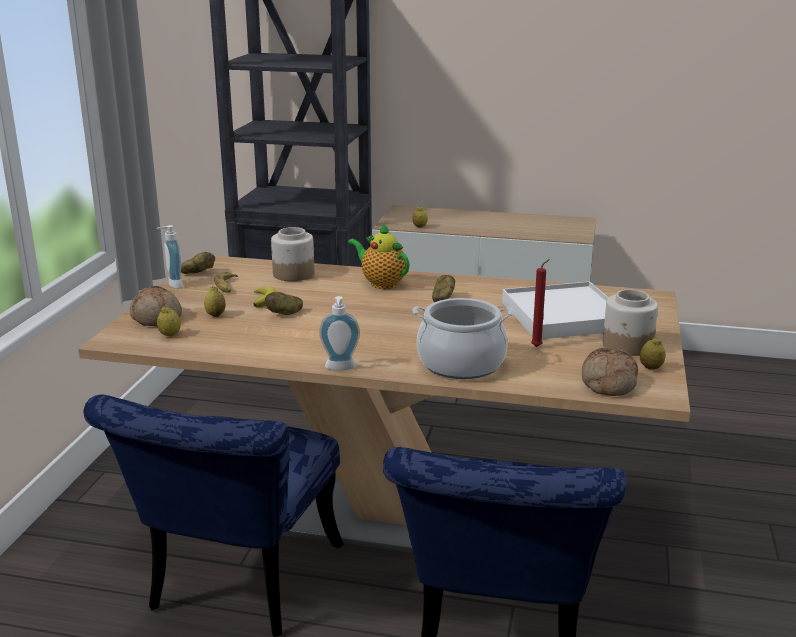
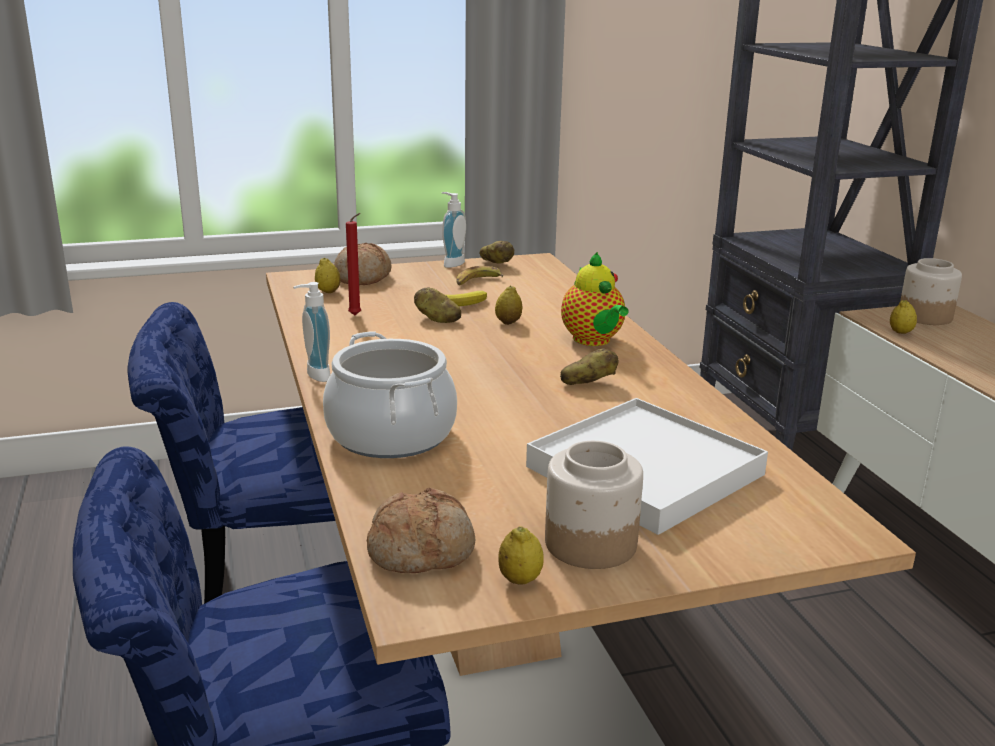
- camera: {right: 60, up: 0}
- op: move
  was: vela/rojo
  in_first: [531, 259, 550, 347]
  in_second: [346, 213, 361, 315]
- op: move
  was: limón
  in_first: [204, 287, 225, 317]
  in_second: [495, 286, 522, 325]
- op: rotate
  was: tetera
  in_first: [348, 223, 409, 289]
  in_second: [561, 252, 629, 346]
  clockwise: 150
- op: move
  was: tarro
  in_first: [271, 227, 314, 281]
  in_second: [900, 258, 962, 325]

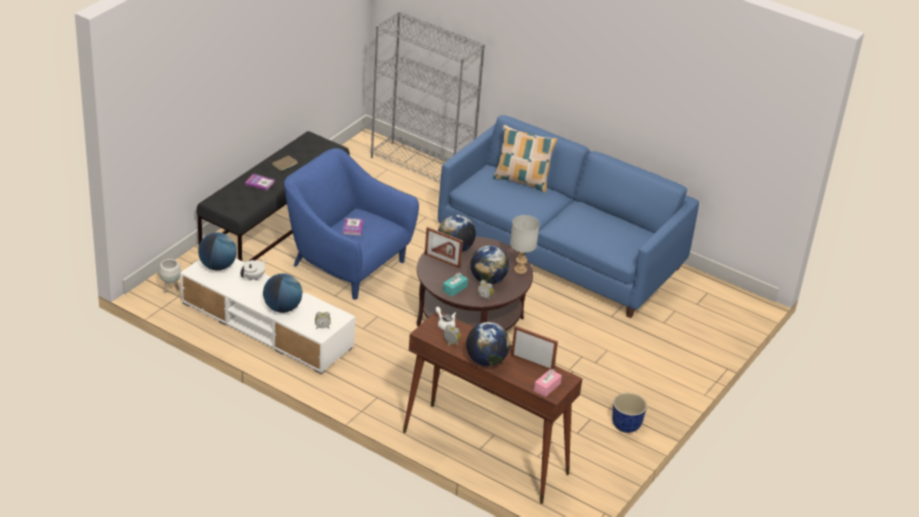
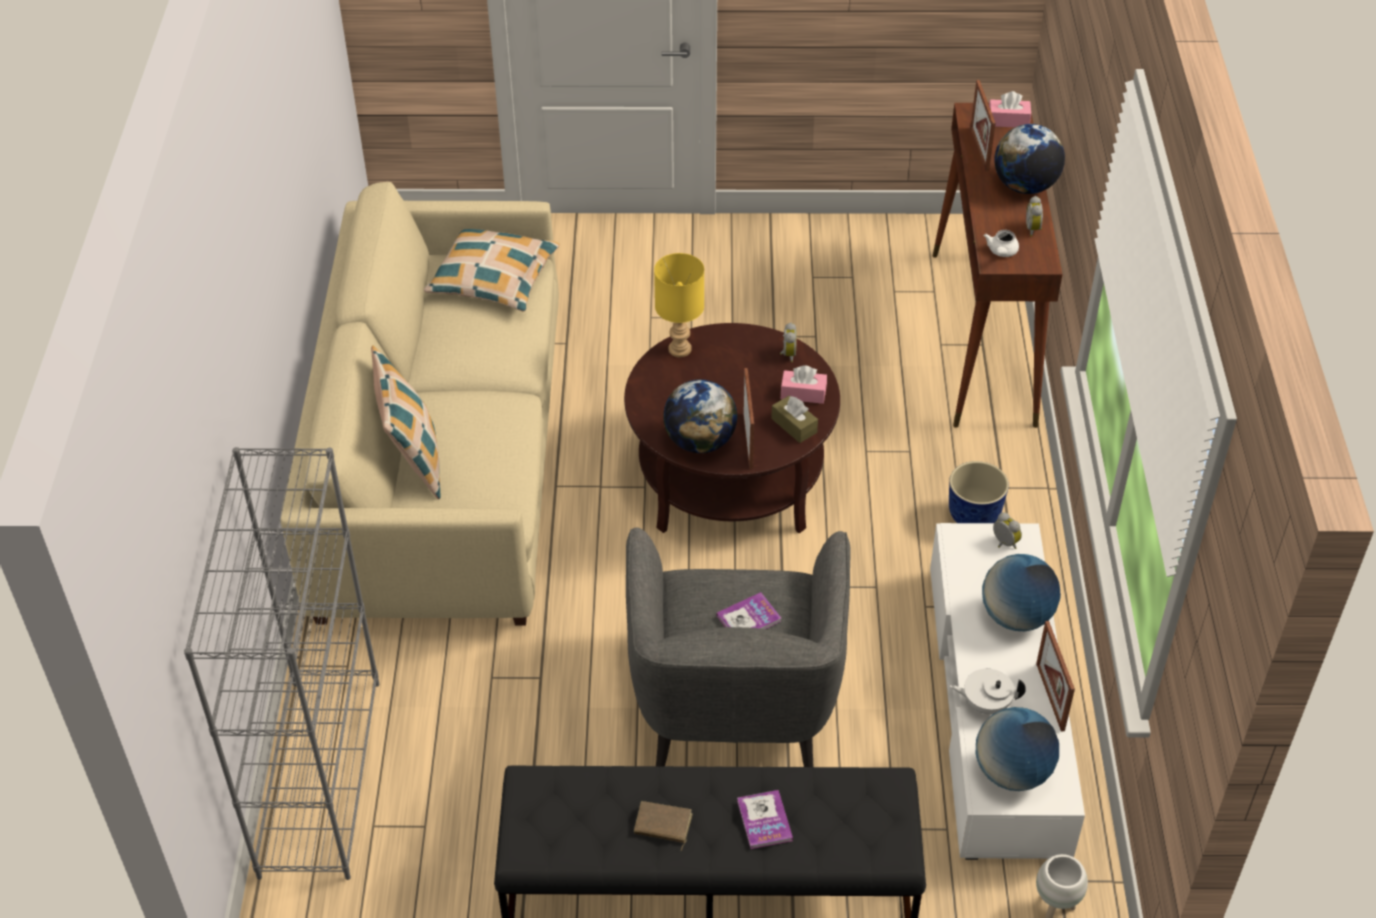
- camera: {right: -120, up: 10}
- op: recolor
  was: sofá/azul
  now: sofá/beis
  in_first: [438, 115, 699, 318]
  in_second: [281, 182, 559, 626]
- op: insert
  now: cojín
  in_second: [424, 229, 560, 312]
- op: recolor
  was: sillón/azul
  now: sillón/gris
  in_first: [284, 148, 419, 300]
  in_second: [626, 527, 851, 767]
- op: recolor
  was: lámpara de mesa/gris
  now: lámpara de mesa/amarillo
  in_first: [510, 215, 539, 274]
  in_second: [654, 253, 704, 357]
- op: insert
  now: caja de pañuelos/marrón
  in_second: [771, 395, 818, 443]
- op: recolor
  was: caja de pañuelos/turquesa
  now: caja de pañuelos/rosa
  in_first: [442, 272, 468, 297]
  in_second: [780, 366, 827, 404]
- op: move
  was: maceta
  in_first: [612, 393, 647, 433]
  in_second: [949, 461, 1009, 523]
- op: insert
  now: portarretratos
  in_second: [1036, 621, 1075, 732]
- op: delete
  was: globo terráqueo
  in_first: [470, 245, 509, 284]

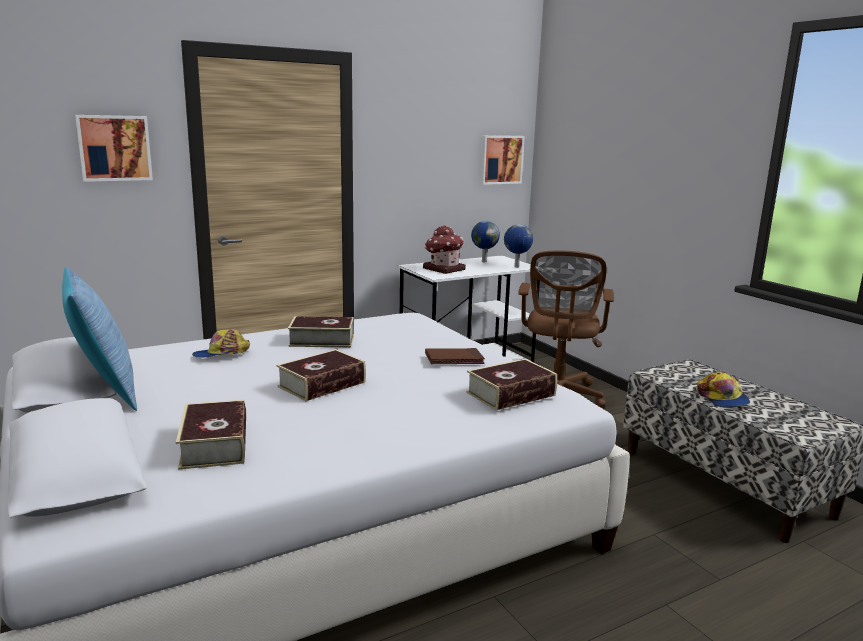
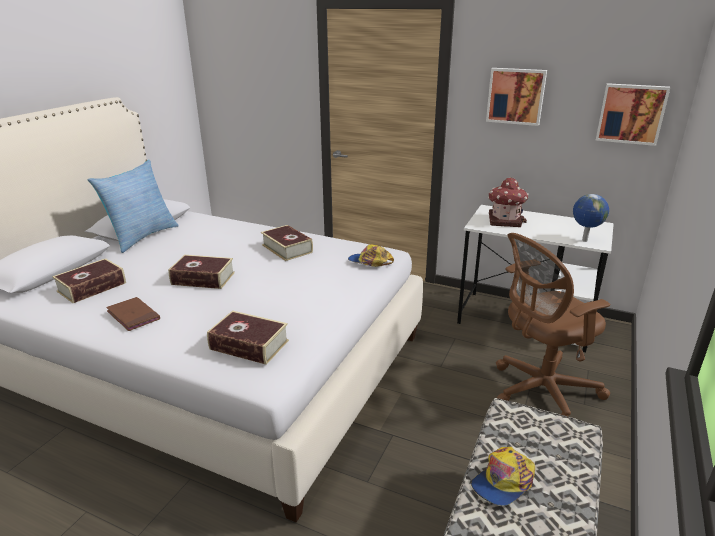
- camera: {right: 55, up: 10}
- op: move
  was: libro/marrón
  in_first: [425, 348, 485, 364]
  in_second: [106, 297, 160, 331]
- op: move
  was: gorra
  in_first: [192, 329, 250, 358]
  in_second: [348, 245, 394, 267]
- op: move
  was: cuadro
  in_first: [75, 115, 153, 182]
  in_second: [486, 68, 547, 126]
- op: delete
  was: globo terráqueo
  in_first: [471, 221, 500, 262]

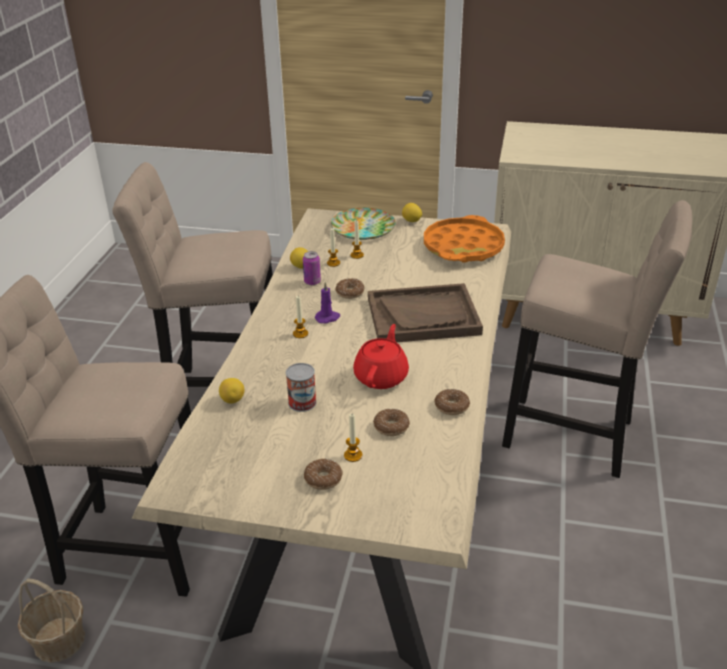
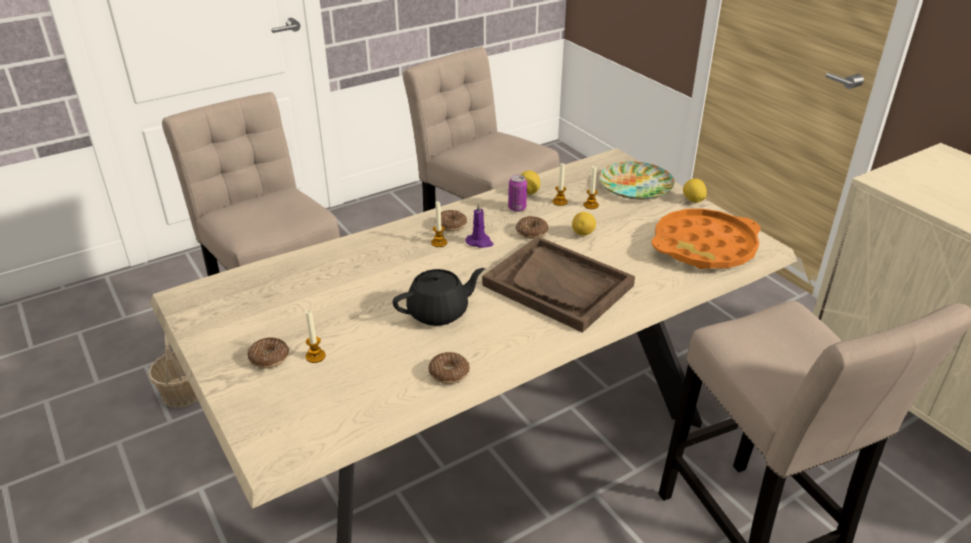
- camera: {right: 45, up: 0}
- op: recolor
  was: tetera/rojo
  now: tetera/negro
  in_first: [353, 324, 409, 389]
  in_second: [393, 268, 485, 326]
- op: move
  was: rosquilla
  in_first: [373, 409, 410, 436]
  in_second: [435, 210, 467, 232]
- op: move
  was: limón
  in_first: [219, 378, 245, 404]
  in_second: [572, 212, 596, 236]
- op: delete
  was: lata
  in_first: [286, 363, 316, 412]

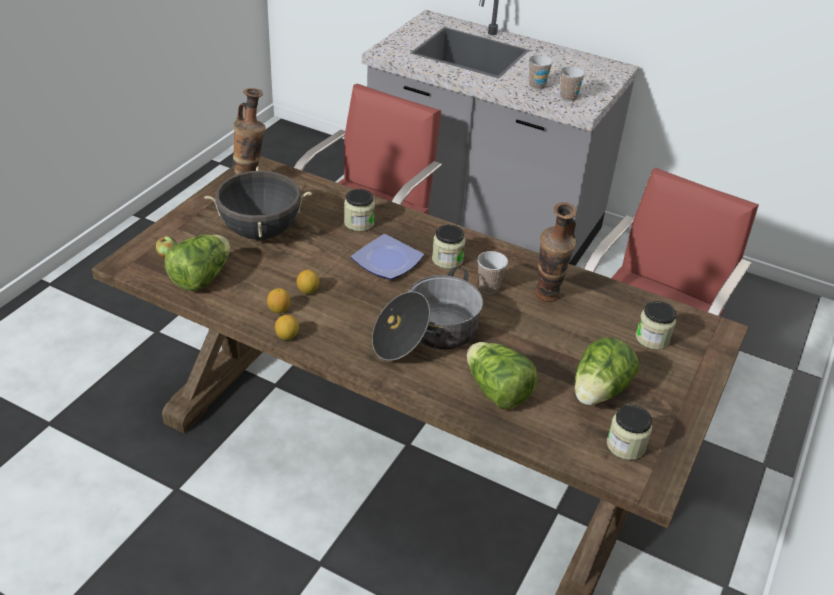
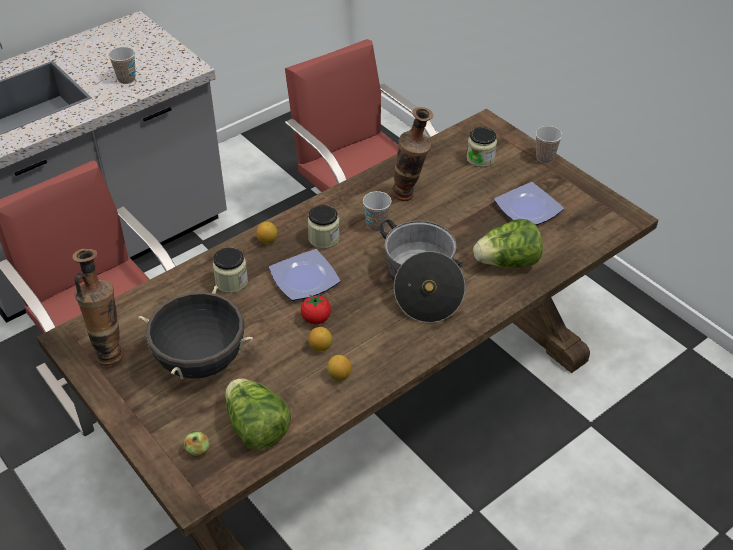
- camera: {right: -65, up: 5}
- op: move
  was: limón
  in_first: [275, 315, 299, 340]
  in_second: [256, 222, 277, 244]
- op: insert
  now: tomate
  in_second: [301, 294, 331, 324]
- op: replace
  was: lechuga
  now: plato
  in_first: [575, 338, 639, 405]
  in_second: [494, 182, 564, 225]
- op: move
  was: taza
  in_first: [560, 66, 585, 101]
  in_second: [536, 126, 562, 164]
- op: delete
  was: tarro
  in_first: [607, 404, 652, 460]

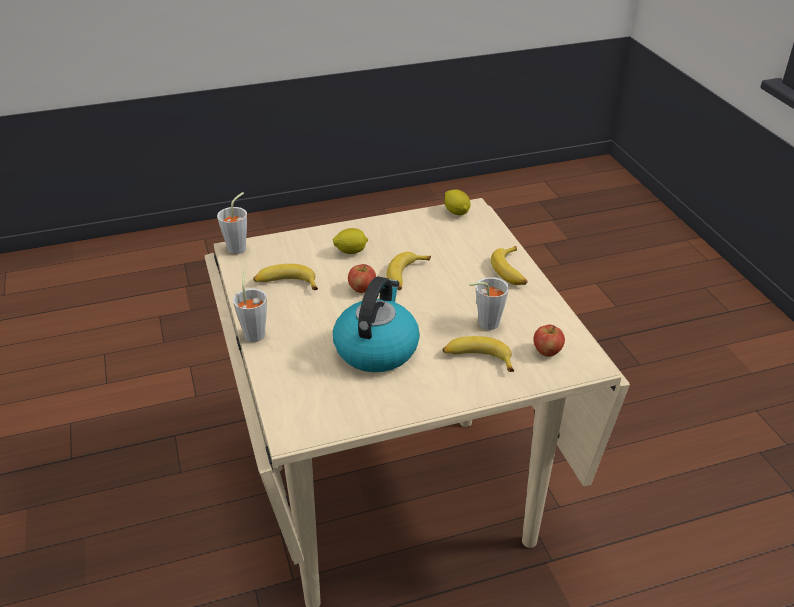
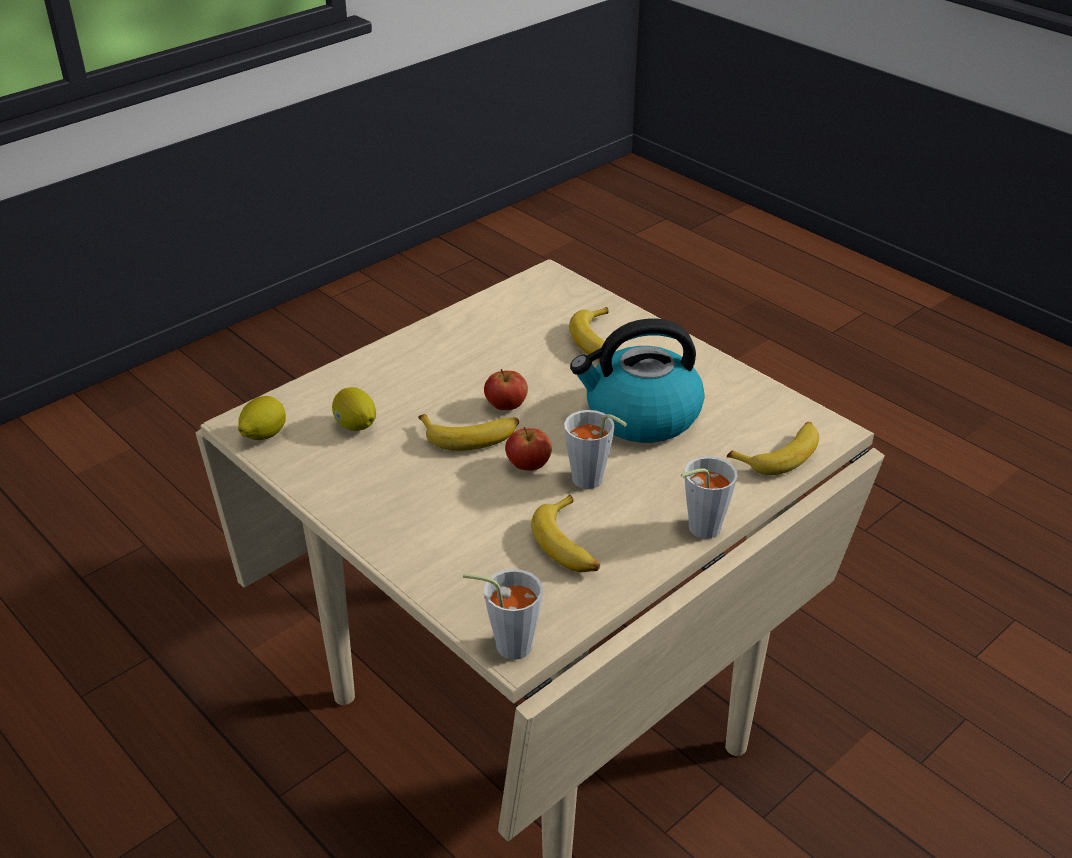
- camera: {right: -115, up: 0}
- op: move
  was: limón
  in_first: [333, 228, 368, 254]
  in_second: [332, 387, 376, 431]
- op: move
  was: manzana
  in_first: [533, 325, 565, 357]
  in_second: [484, 369, 528, 410]
- op: move
  was: taza/gris
  in_first: [469, 277, 509, 330]
  in_second: [564, 410, 627, 489]
- op: move
  was: plátano
  in_first: [491, 246, 528, 285]
  in_second: [727, 422, 819, 475]

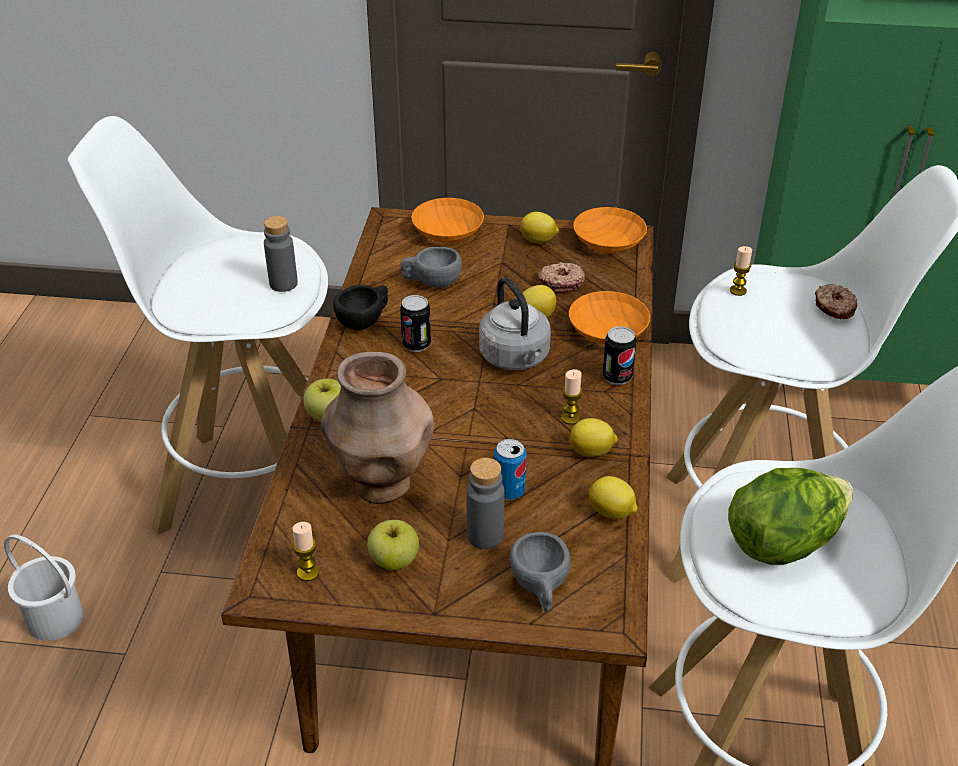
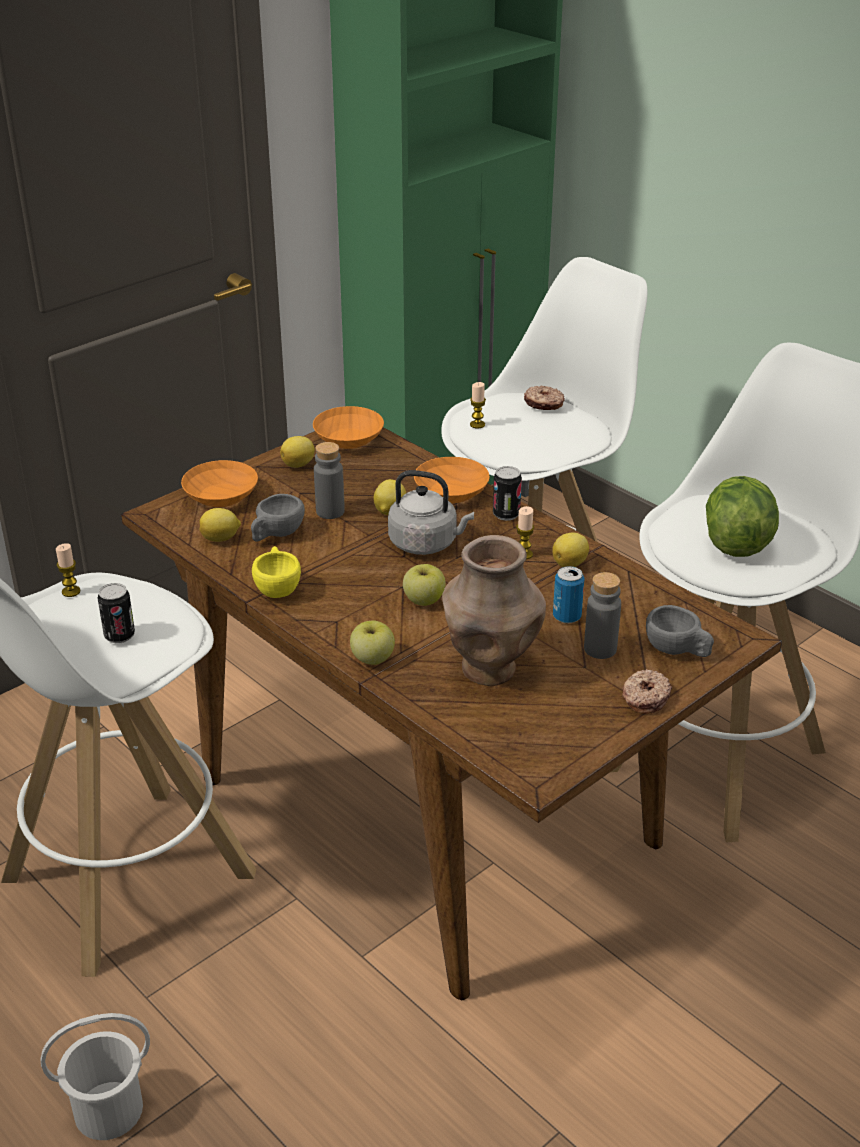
- camera: {right: -50, up: -5}
- op: move
  was: vela
  in_first: [292, 522, 319, 581]
  in_second: [56, 543, 80, 597]
- op: move
  was: lata
  in_first: [400, 295, 431, 352]
  in_second: [98, 583, 135, 643]
- op: move
  was: limón
  in_first: [589, 476, 638, 519]
  in_second: [200, 508, 241, 542]
- op: recolor
  was: taza/negro
  now: taza/amarillo
  in_first: [333, 285, 388, 330]
  in_second: [252, 546, 301, 598]
- op: move
  was: botella/gris
  in_first: [264, 216, 298, 292]
  in_second: [314, 442, 345, 519]
- op: move
  was: manzana
  in_first: [367, 520, 419, 570]
  in_second: [403, 564, 446, 606]
- op: move
  was: rosquilla
  in_first: [538, 262, 585, 293]
  in_second: [622, 669, 672, 714]

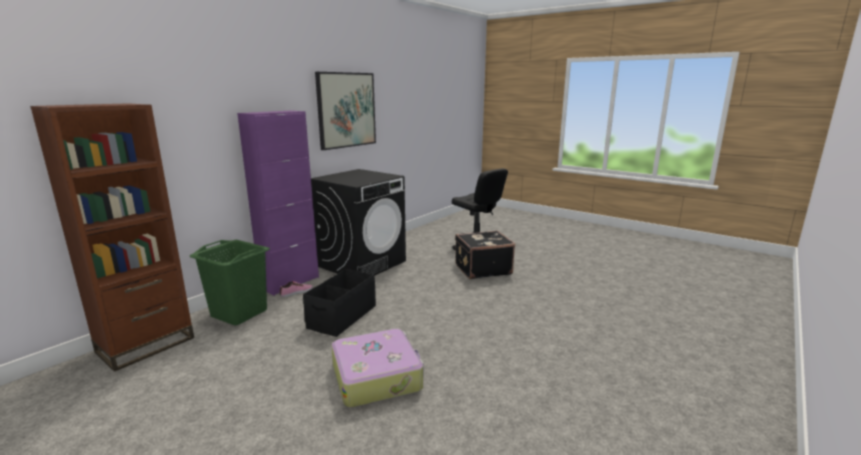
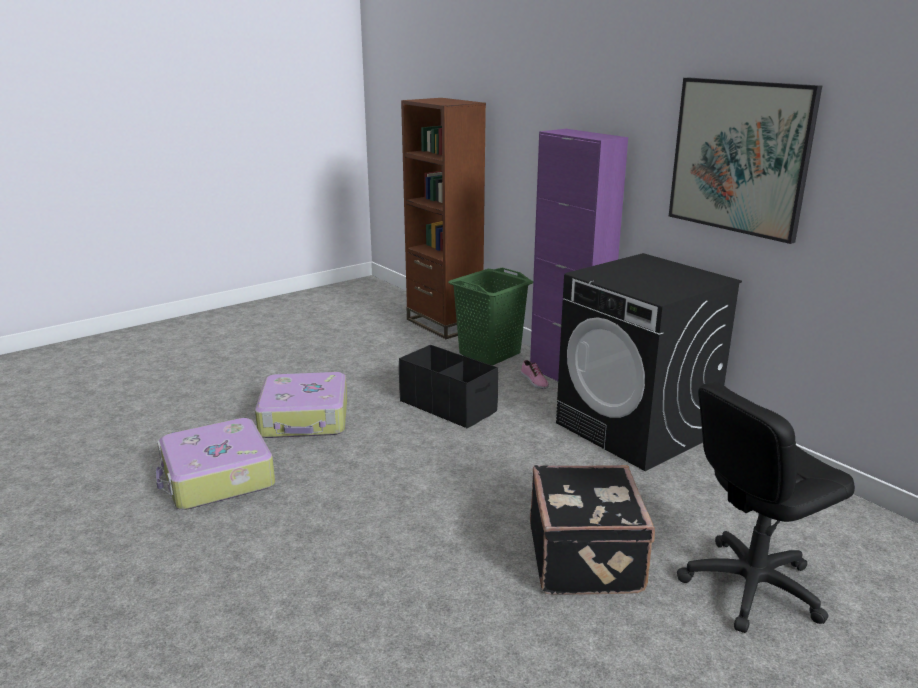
- camera: {right: 105, up: 5}
- op: insert
  now: maleta
  in_second: [156, 418, 275, 510]

